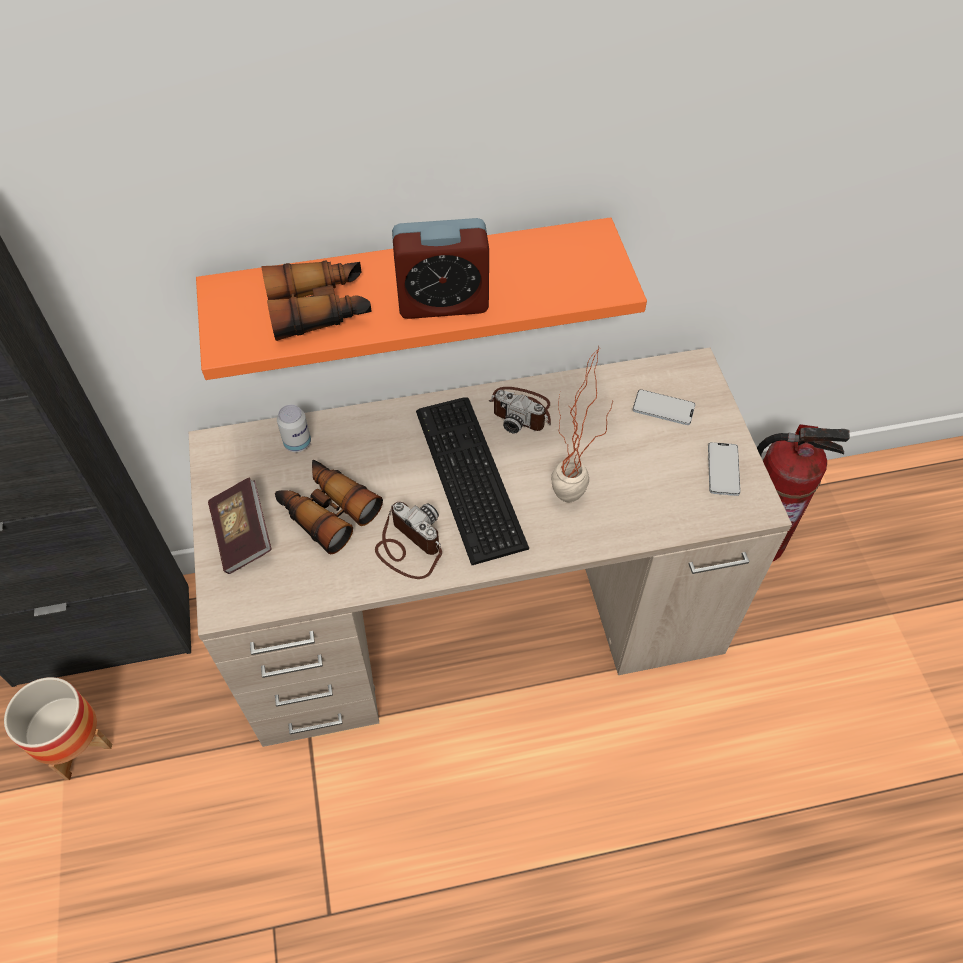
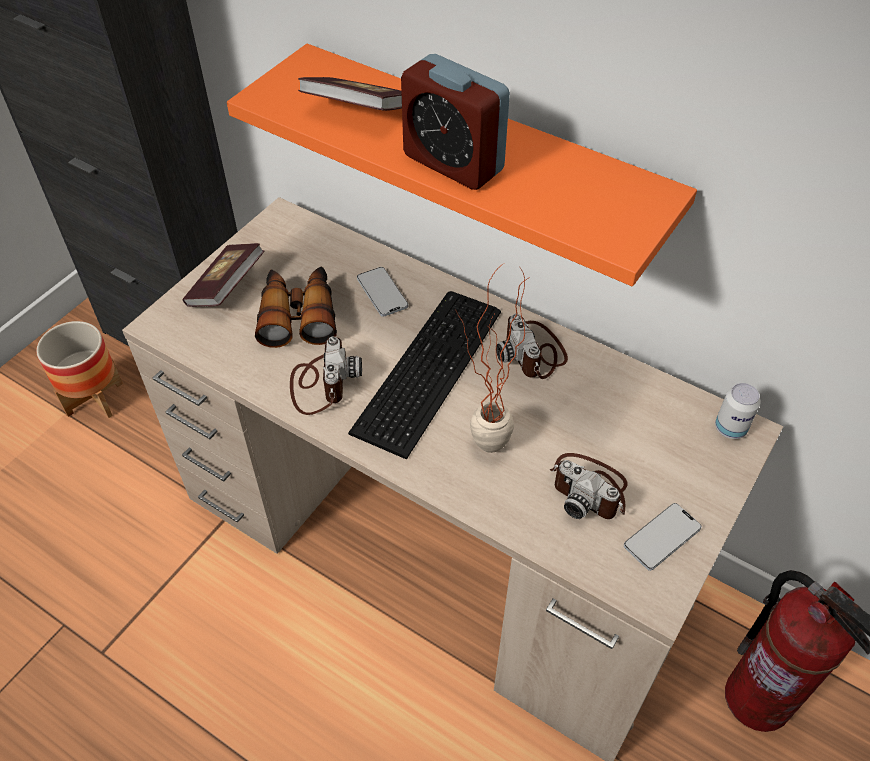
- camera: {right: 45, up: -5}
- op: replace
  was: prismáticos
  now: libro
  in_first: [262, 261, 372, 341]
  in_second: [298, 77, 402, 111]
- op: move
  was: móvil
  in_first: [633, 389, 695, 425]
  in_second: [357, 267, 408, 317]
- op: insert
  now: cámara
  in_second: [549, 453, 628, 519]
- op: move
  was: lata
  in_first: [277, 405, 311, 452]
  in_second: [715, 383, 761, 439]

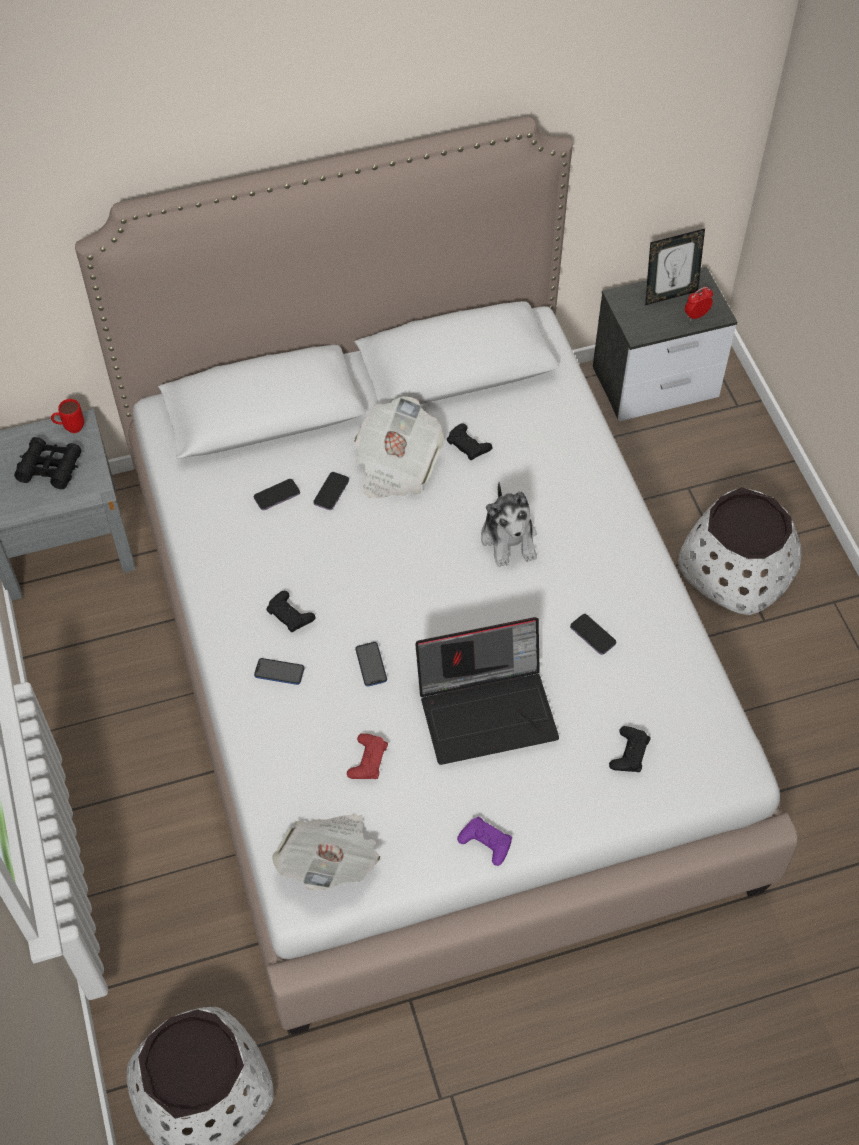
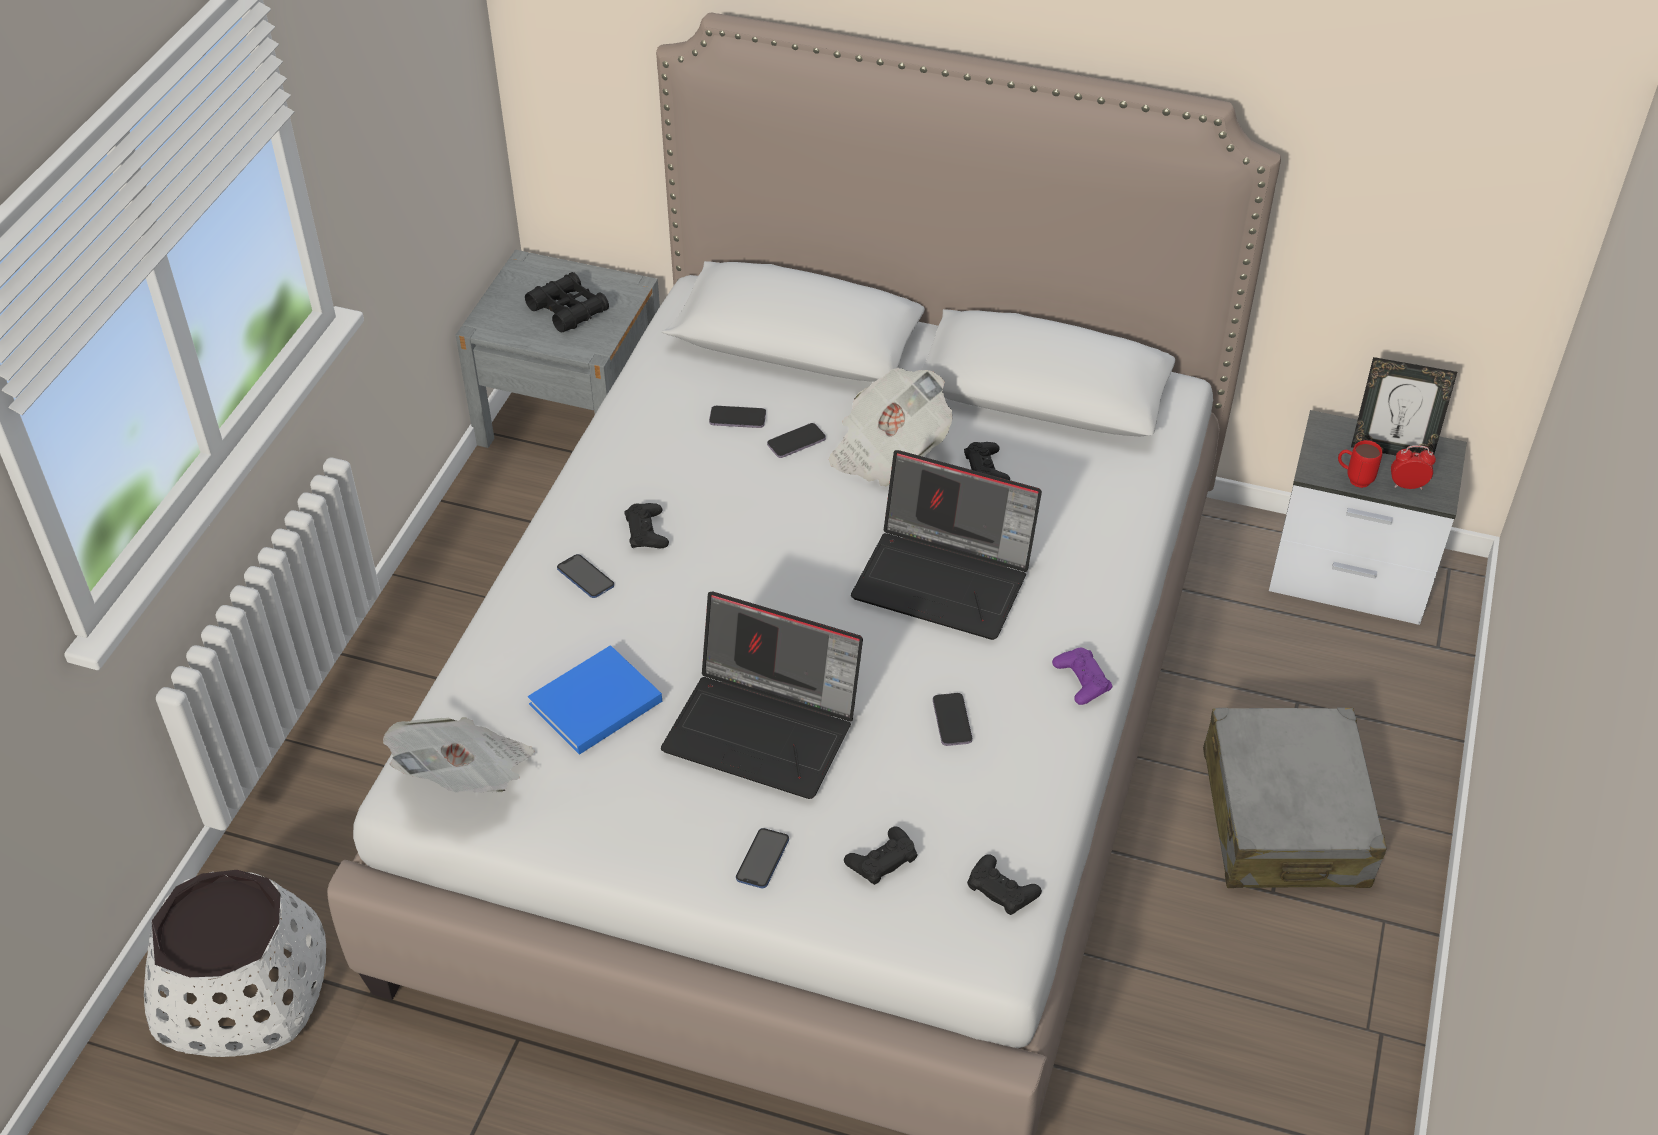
- camera: {right: 35, up: -10}
- op: replace
  was: mando de consola/rojo
  now: libro/azul
  in_first: [347, 733, 388, 779]
  in_second: [528, 645, 662, 755]
- op: move
  was: móvil
  in_first: [355, 642, 387, 687]
  in_second: [736, 828, 789, 888]
- op: replace
  was: peluche
  now: portátil
  in_first: [481, 482, 537, 567]
  in_second: [851, 450, 1042, 640]
- op: insert
  now: mando de consola/negro
  in_second: [967, 854, 1042, 915]
- op: move
  was: mando de consola/morado
  in_first: [457, 817, 512, 866]
  in_second: [1052, 648, 1112, 705]
- op: replace
  was: maceta/blanco
  now: maleta/gris
  in_first: [678, 487, 802, 615]
  in_second: [1203, 708, 1387, 888]
- op: move
  was: taza grande/rojo
  in_first: [51, 399, 84, 433]
  in_second: [1338, 440, 1382, 488]

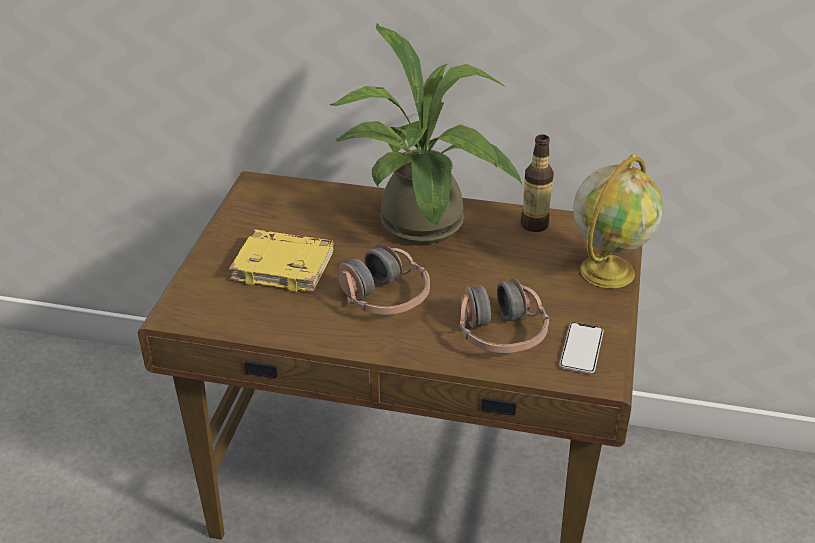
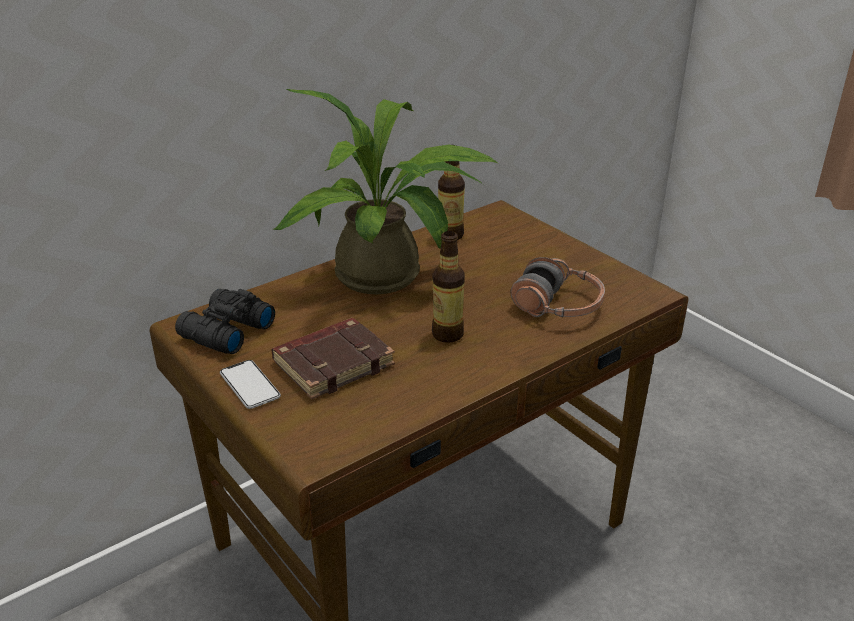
- camera: {right: -50, up: -5}
- op: insert
  now: prismáticos/negro
  in_second: [175, 289, 275, 354]
- op: move
  was: móvil
  in_first: [559, 322, 604, 374]
  in_second: [220, 360, 281, 409]
- op: recolor
  was: libro/amarillo
  now: libro/marrón
  in_first: [229, 230, 334, 292]
  in_second: [272, 318, 395, 399]
- op: replace
  was: auriculares
  now: botella
  in_first: [338, 244, 430, 315]
  in_second: [432, 231, 465, 343]
- op: delete
  was: globo terráqueo
  in_first: [573, 154, 663, 288]

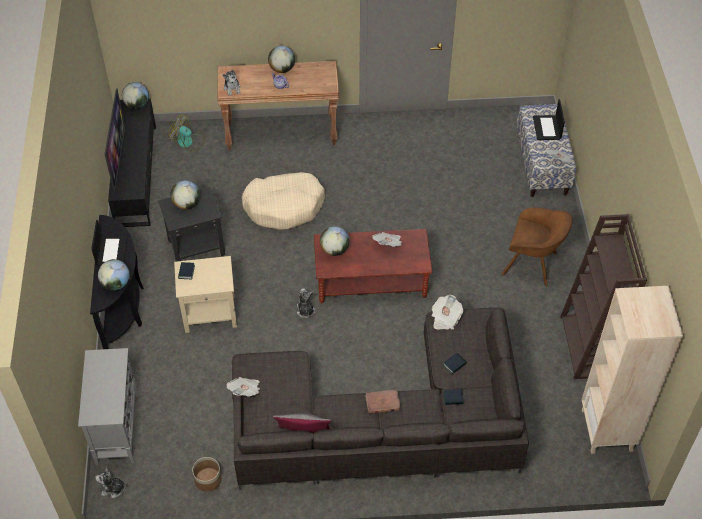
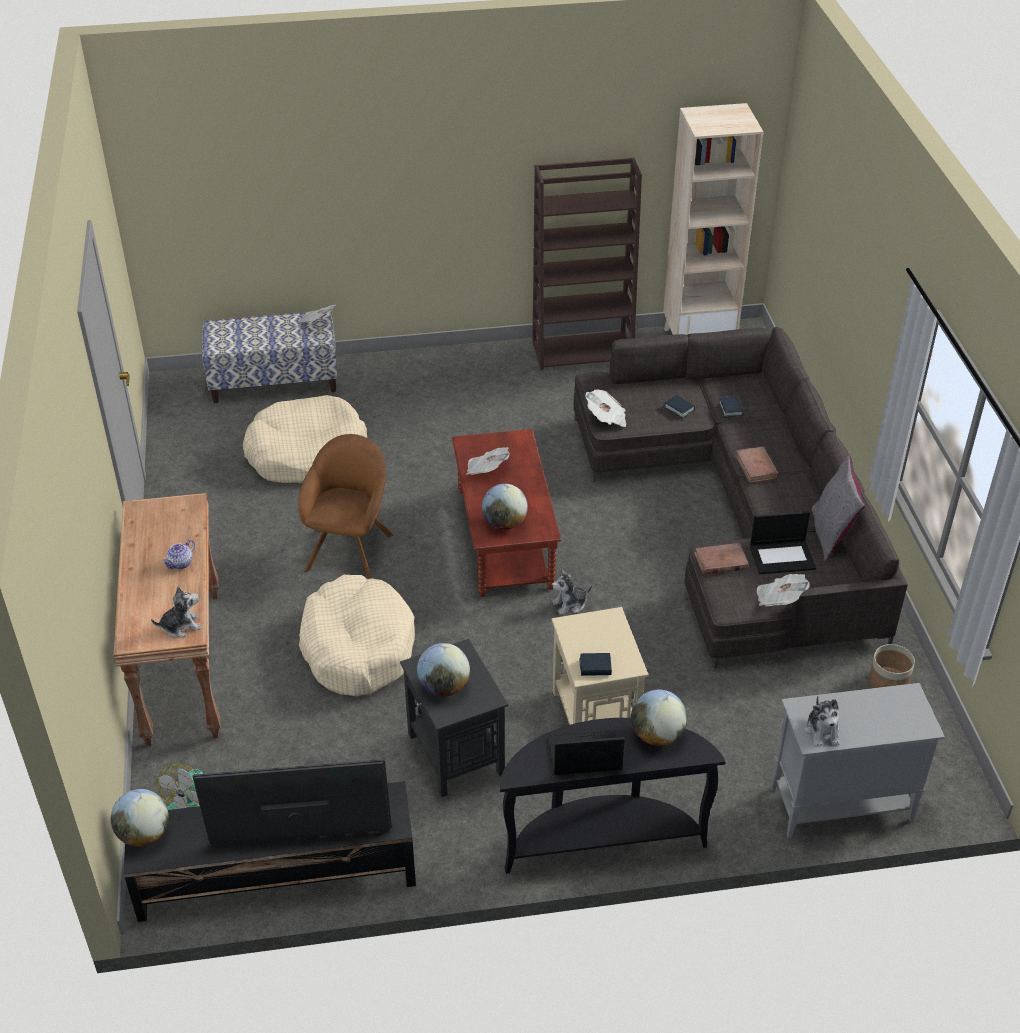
- camera: {right: -95, up: -10}
- op: insert
  now: cama para perro/beis
  in_second: [243, 395, 367, 483]
- op: move
  was: sillón/marrón
  in_first: [501, 207, 572, 287]
  in_second: [298, 434, 393, 579]
- op: insert
  now: libro/marrón
  in_second: [694, 543, 749, 575]
- op: move
  was: portátil
  in_first: [533, 99, 565, 140]
  in_second: [750, 511, 816, 574]
- op: move
  was: peluche
  in_first: [95, 467, 129, 498]
  in_second: [805, 696, 840, 747]
- op: delete
  was: globo terráqueo
  in_first: [268, 46, 295, 73]

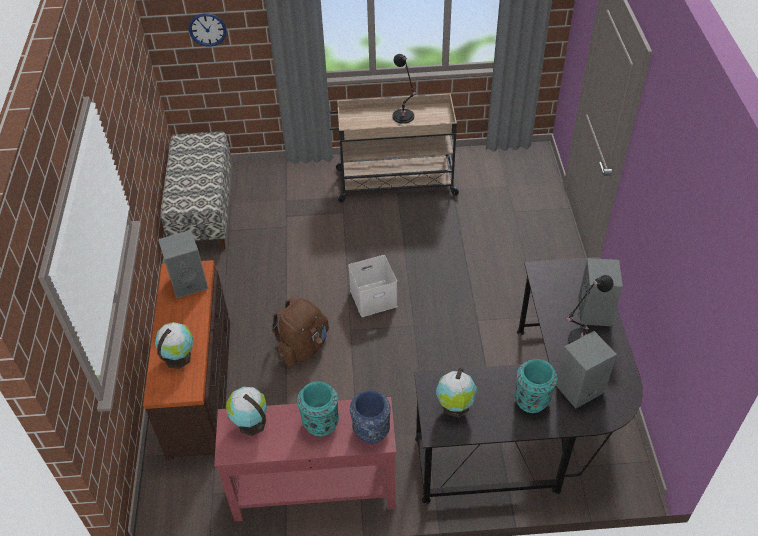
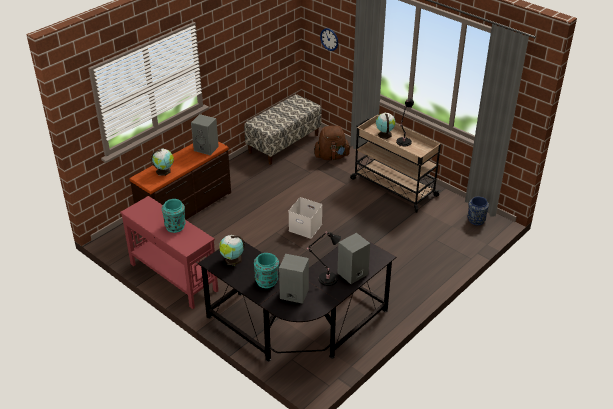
- camera: {right: 45, up: -10}
- op: move
  was: mochila/marrón
  in_first: [271, 298, 329, 366]
  in_second: [314, 126, 350, 160]
- op: move
  was: globo terráqueo
  in_first: [226, 387, 267, 436]
  in_second: [376, 113, 396, 139]
- op: move
  was: florero/azul
  in_first: [350, 390, 390, 443]
  in_second: [468, 197, 489, 225]

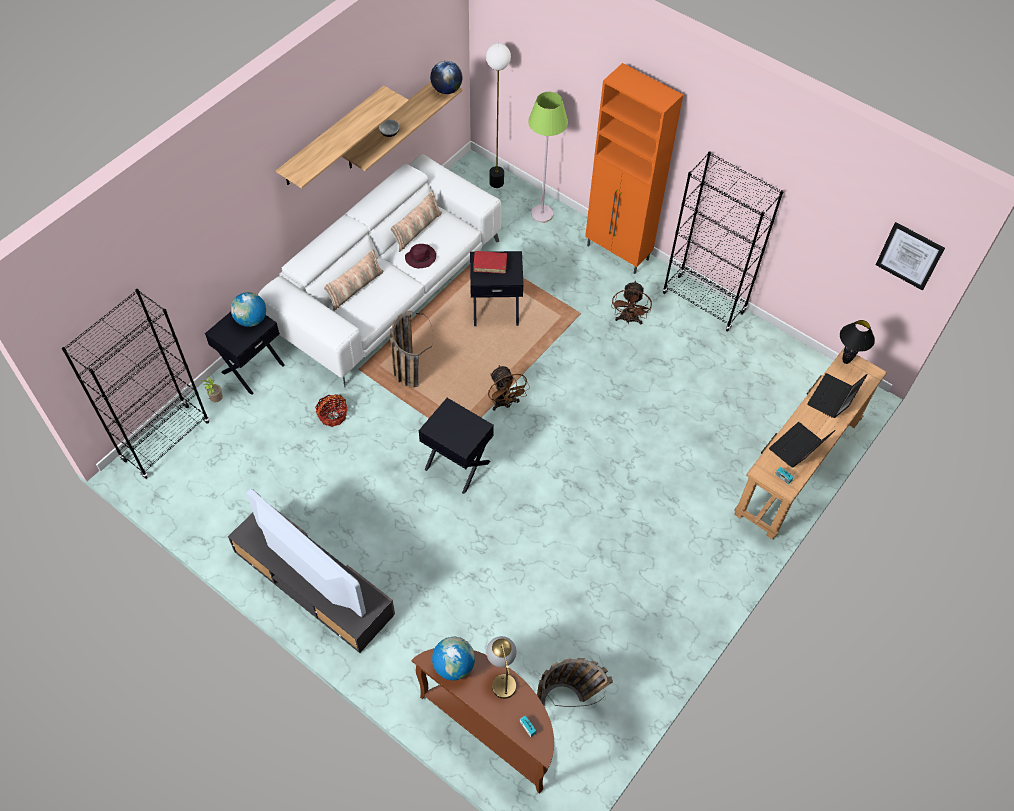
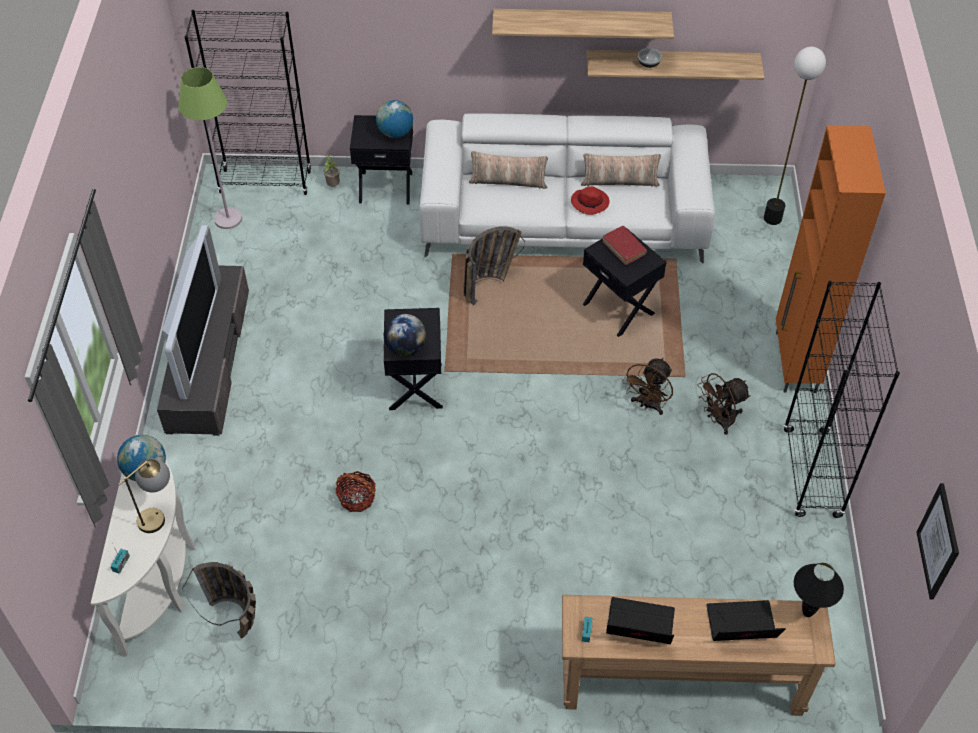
- camera: {right: 55, up: -5}
- op: recolor
  was: mesa consola/marrón
  now: mesa consola/blanco
  in_first: [412, 648, 554, 794]
  in_second: [91, 461, 195, 657]
- op: move
  was: lámpara de pie/verde
  in_first: [528, 92, 568, 223]
  in_second: [178, 67, 242, 229]
- op: move
  was: cesta
  in_first: [315, 394, 347, 427]
  in_second: [336, 471, 376, 512]
- op: move
  was: globo terráqueo
  in_first: [430, 61, 463, 94]
  in_second: [384, 314, 426, 356]
- op: recolor
  was: sombrero/morado
  now: sombrero/rojo
  in_first: [405, 244, 436, 268]
  in_second: [571, 186, 609, 215]
- op: move
  was: ventilador/marrón
  in_first: [488, 365, 530, 411]
  in_second: [622, 358, 673, 415]

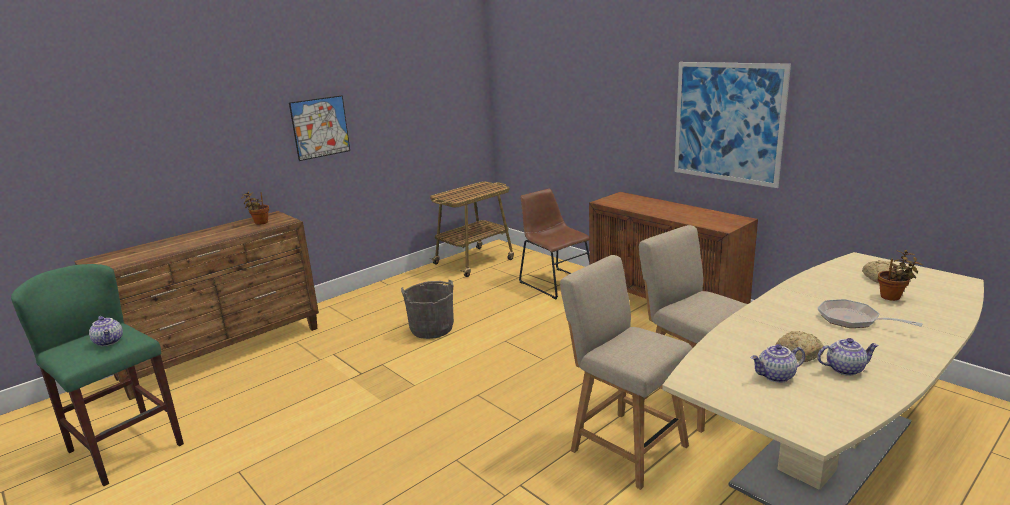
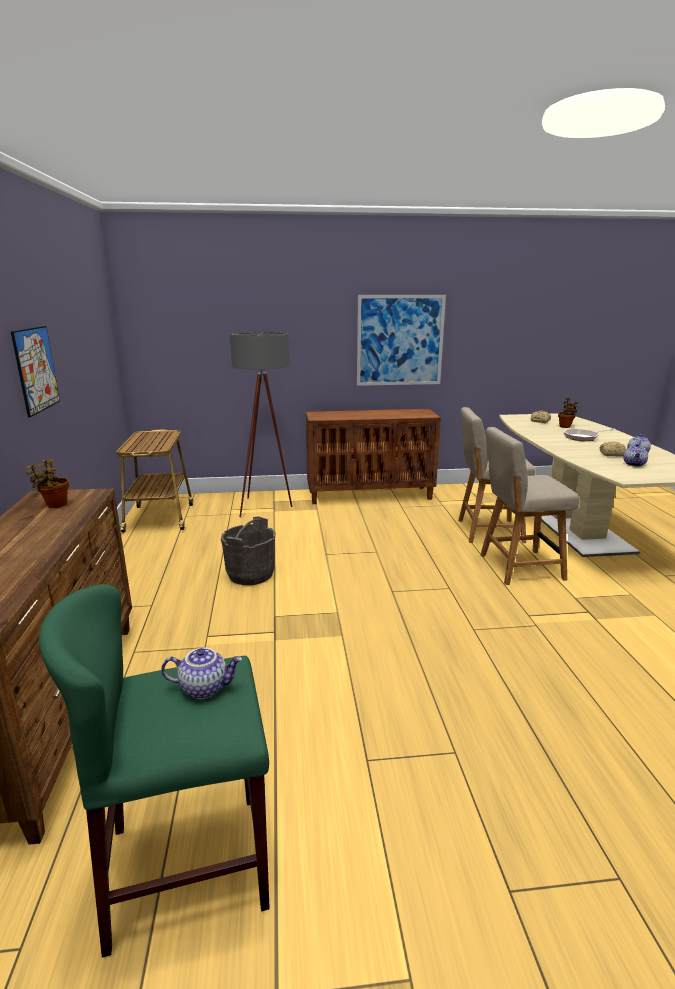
- camera: {right: -55, up: 0}
- op: replace
  was: silla/marrón
  now: lámpara de pie/gris
  in_first: [519, 189, 589, 299]
  in_second: [230, 331, 292, 517]

